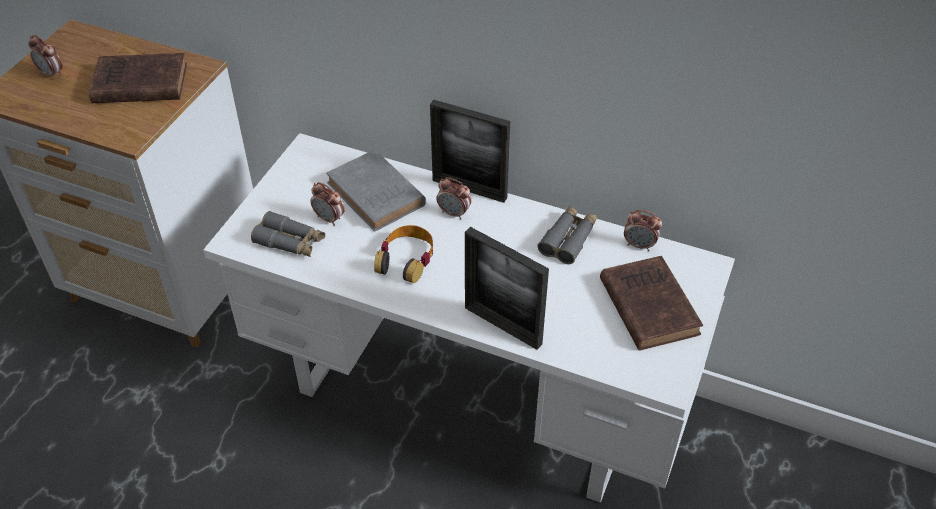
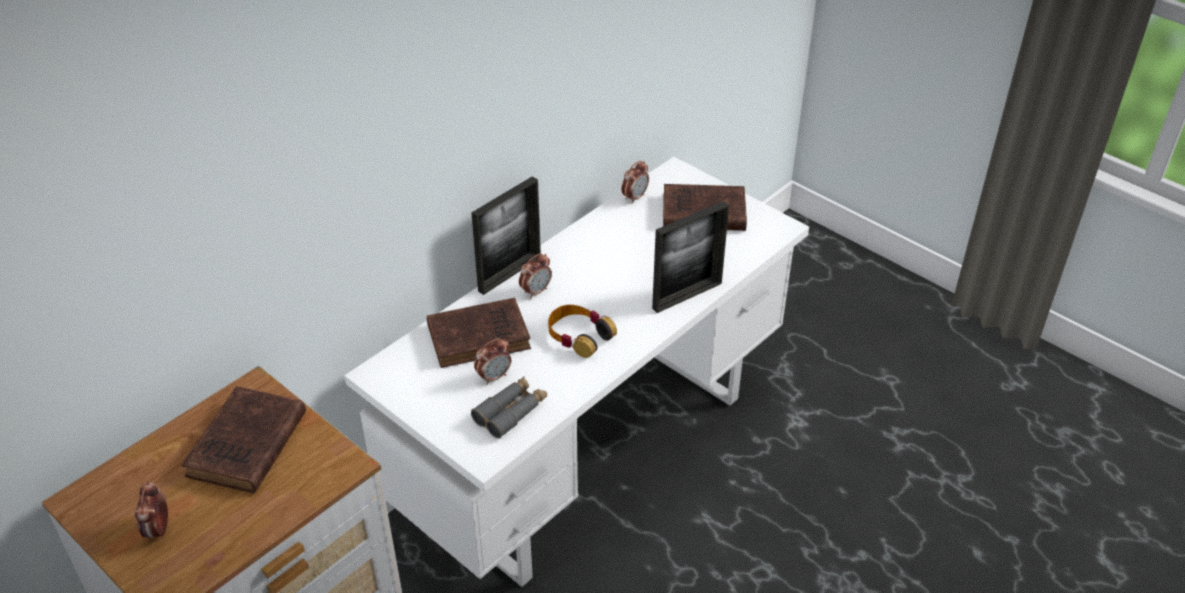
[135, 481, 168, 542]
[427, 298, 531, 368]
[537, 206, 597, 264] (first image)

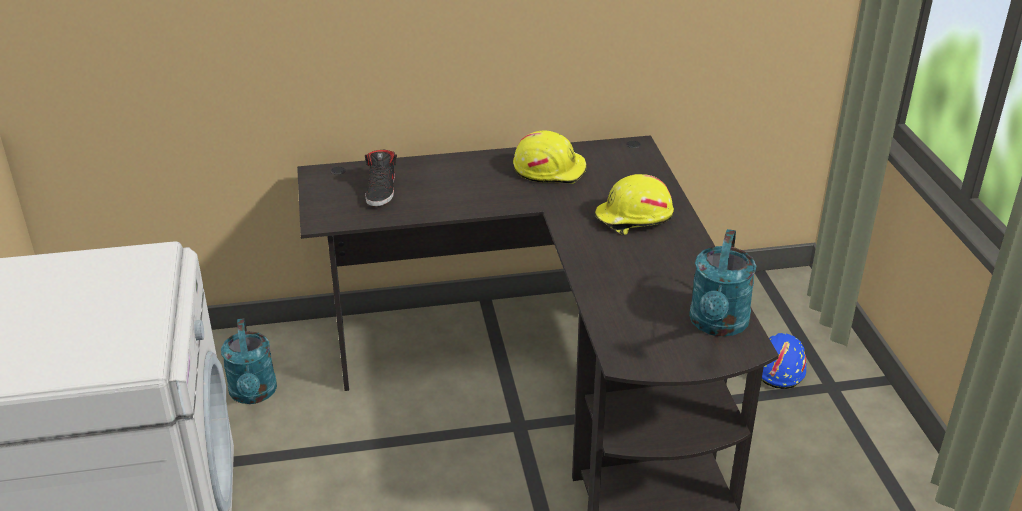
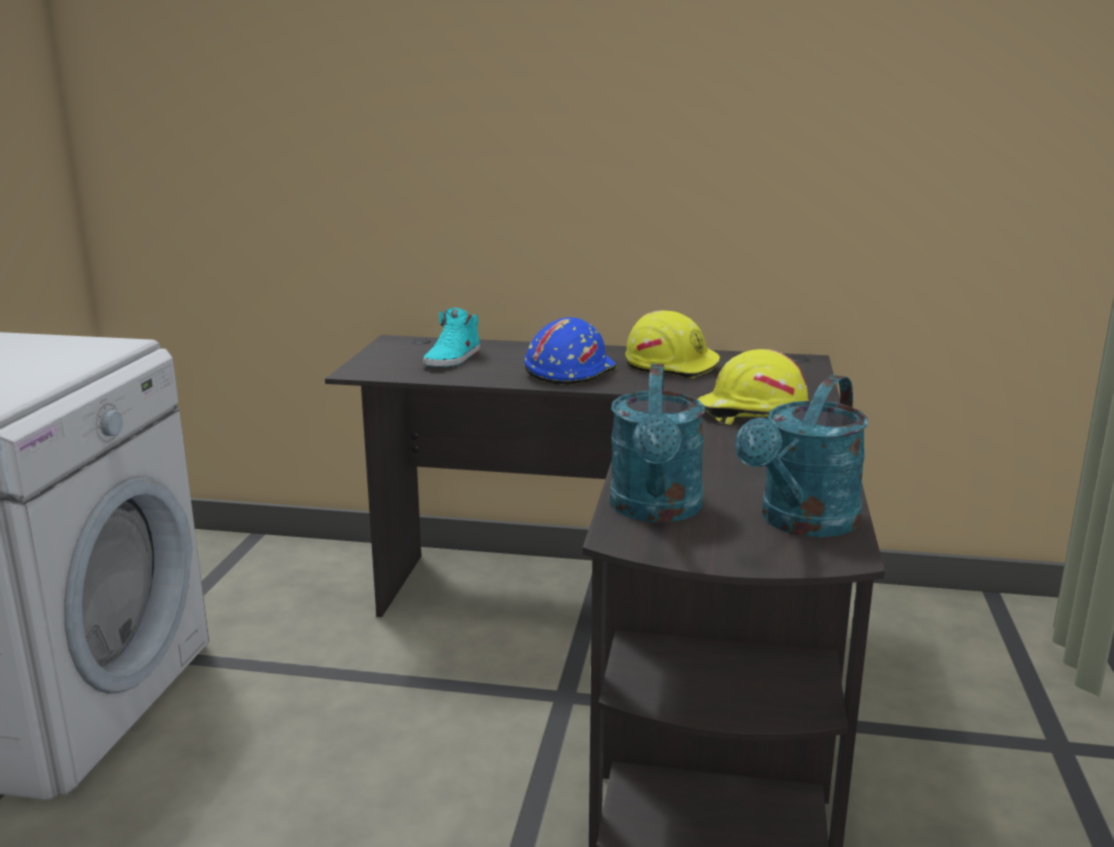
[423, 308, 480, 367]
[610, 364, 705, 523]
[524, 317, 617, 385]

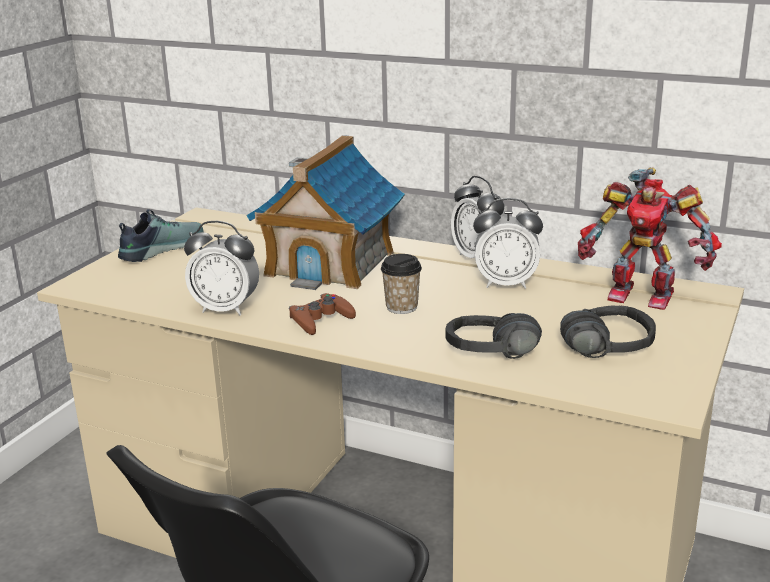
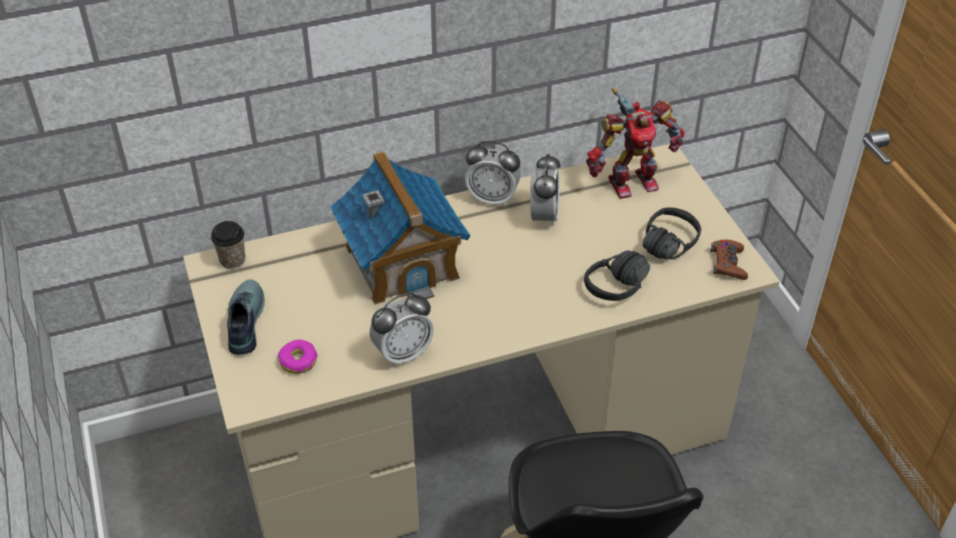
[530, 153, 560, 228]
[211, 221, 245, 269]
[711, 240, 748, 280]
[278, 340, 318, 374]

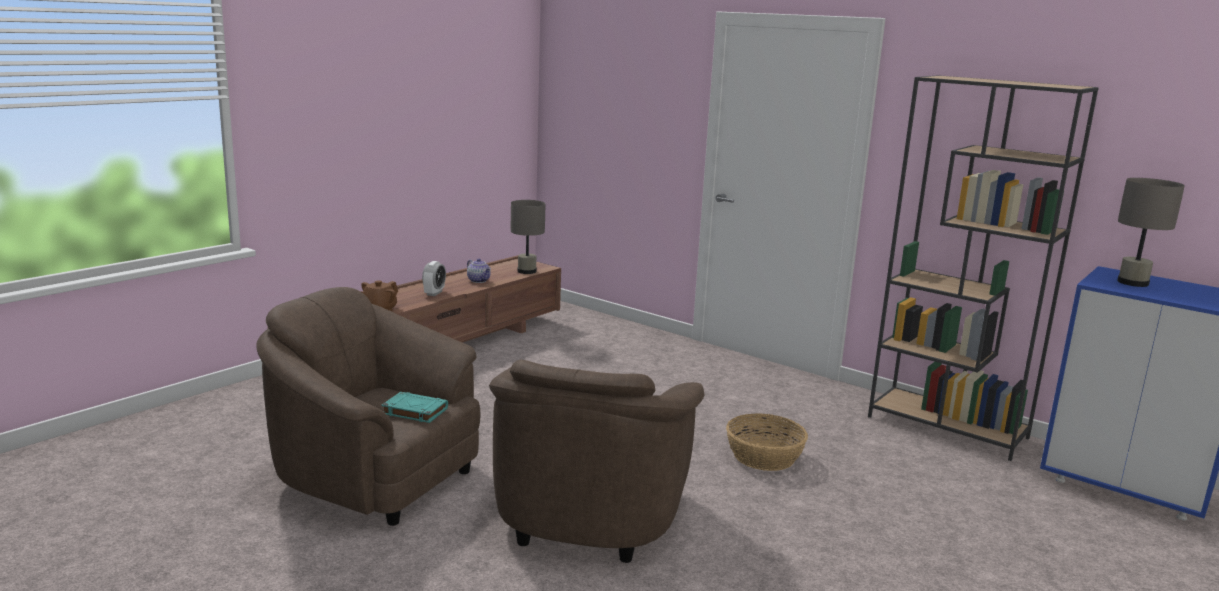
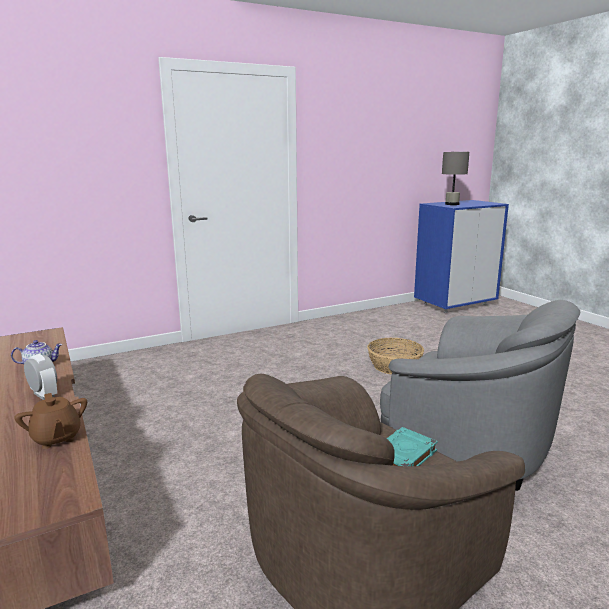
[868, 75, 1098, 461] (first image)
[511, 200, 545, 274] (first image)
[380, 300, 580, 491]

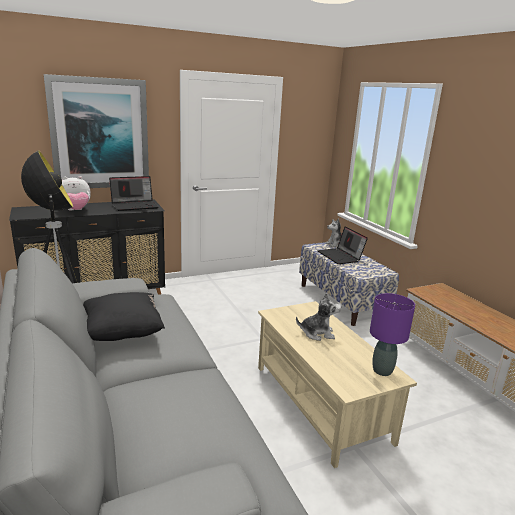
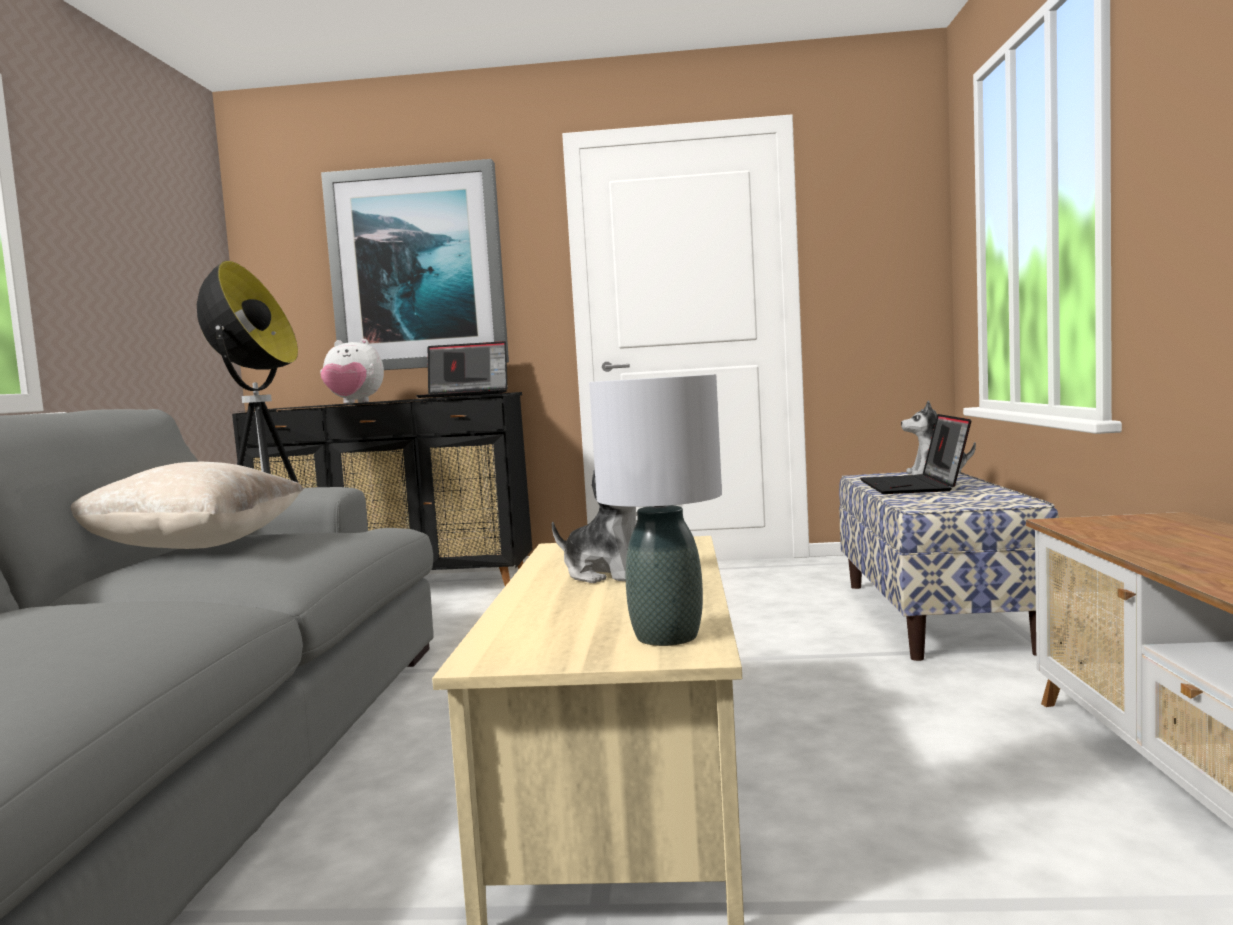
[71, 462, 304, 549]
[589, 374, 722, 646]

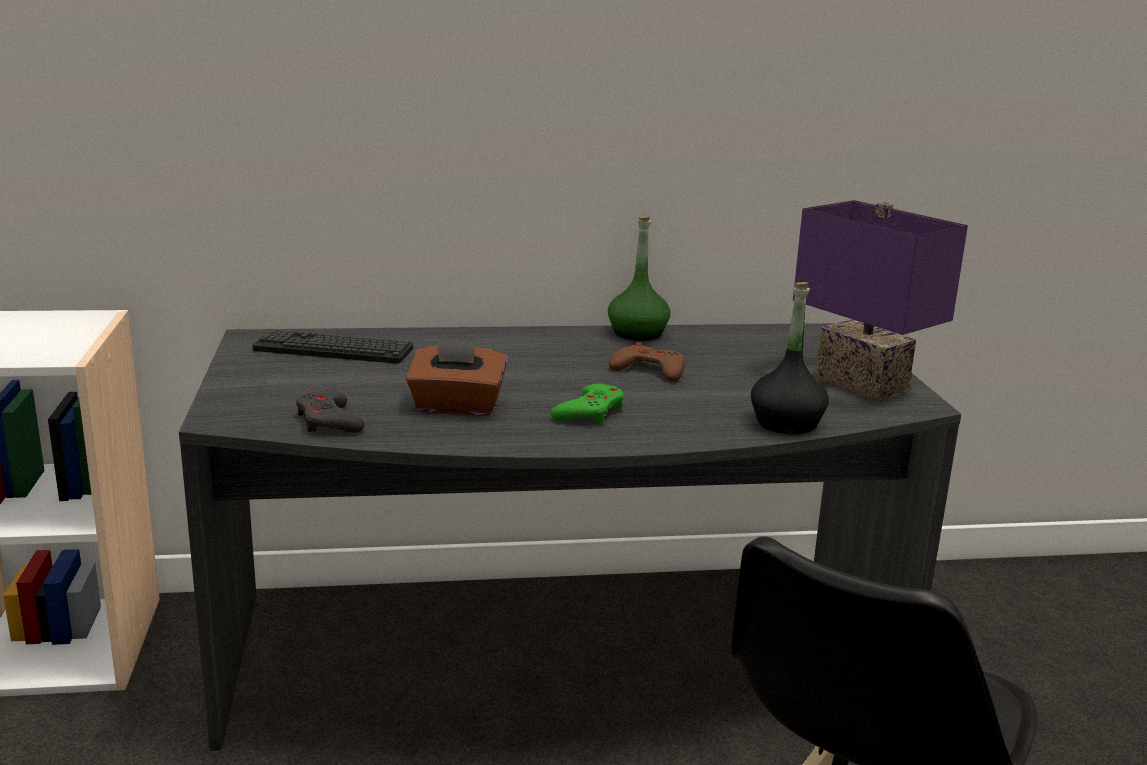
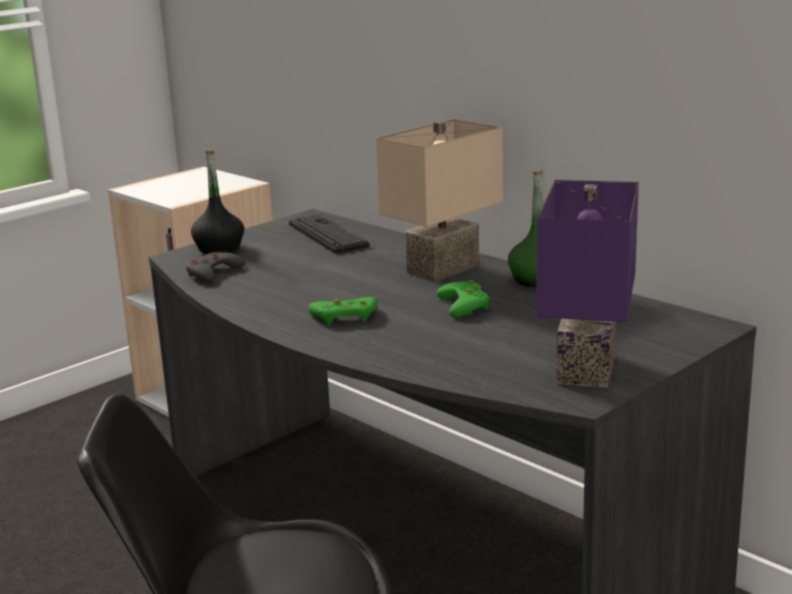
[191, 151, 244, 254]
[406, 340, 508, 416] (first image)
[437, 280, 489, 318]
[376, 119, 503, 282]

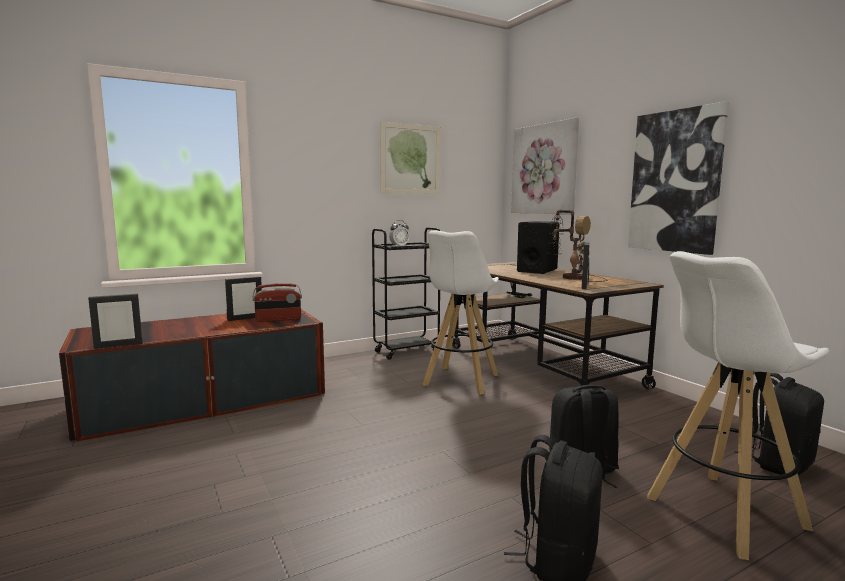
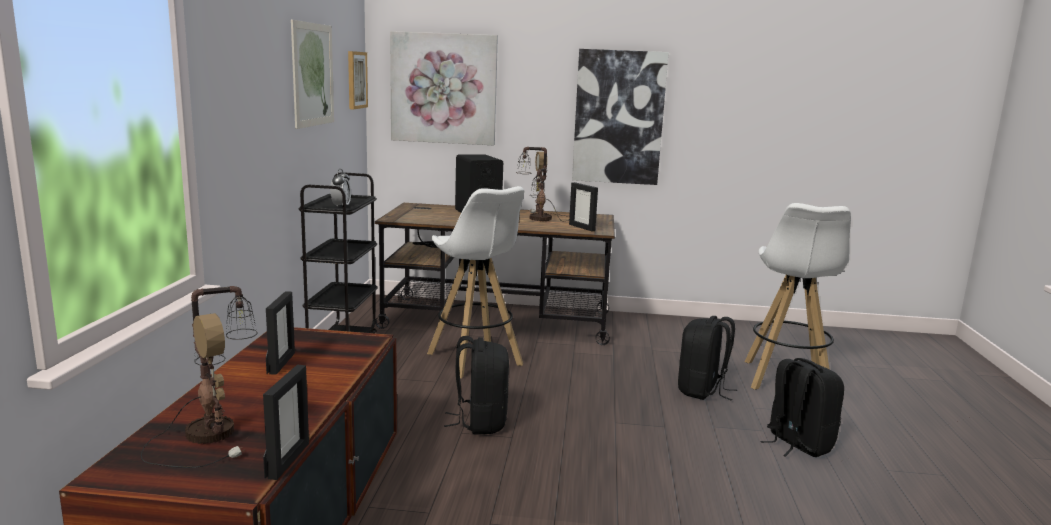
[253, 283, 302, 322] (first image)
[444, 336, 509, 434]
[348, 51, 368, 109]
[141, 286, 258, 468]

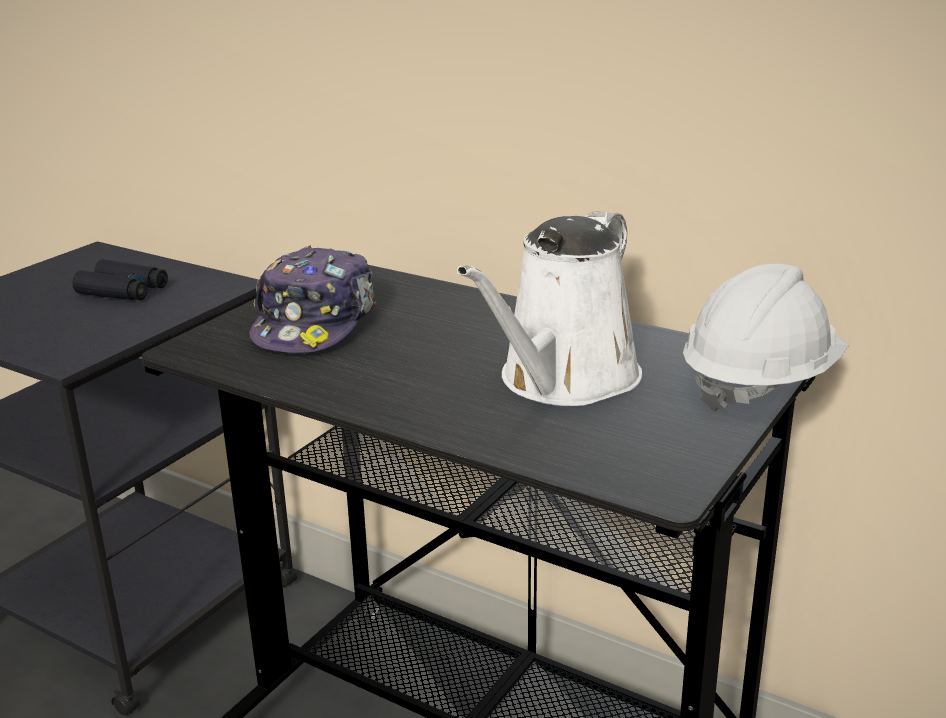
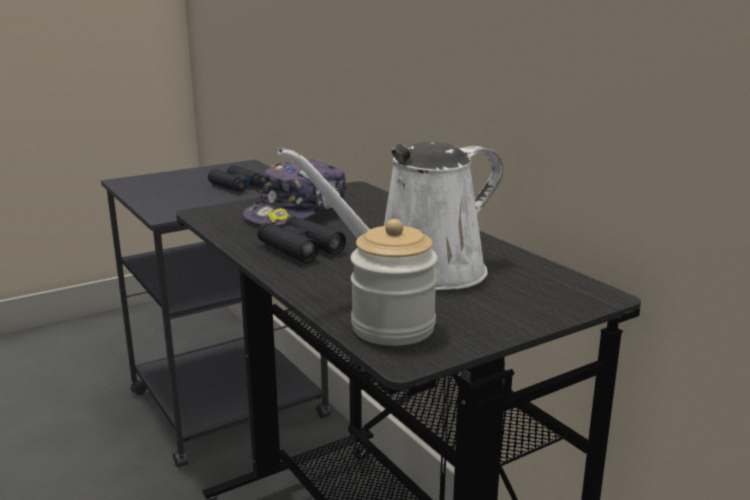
[683, 264, 848, 412] (first image)
[257, 216, 346, 263]
[350, 219, 438, 346]

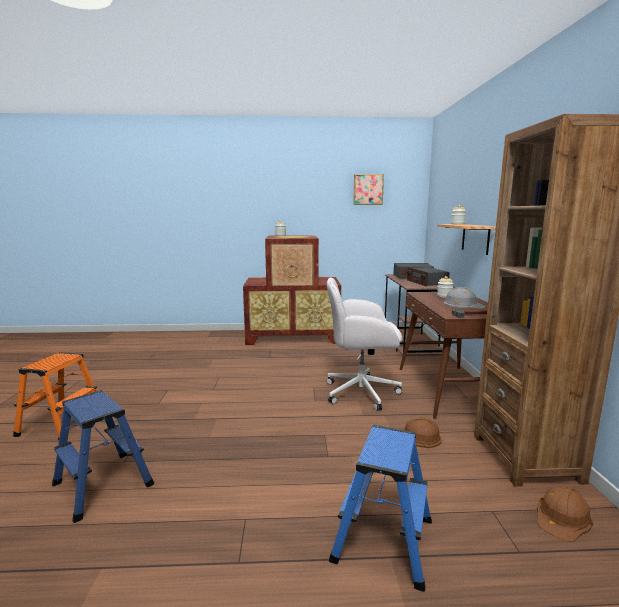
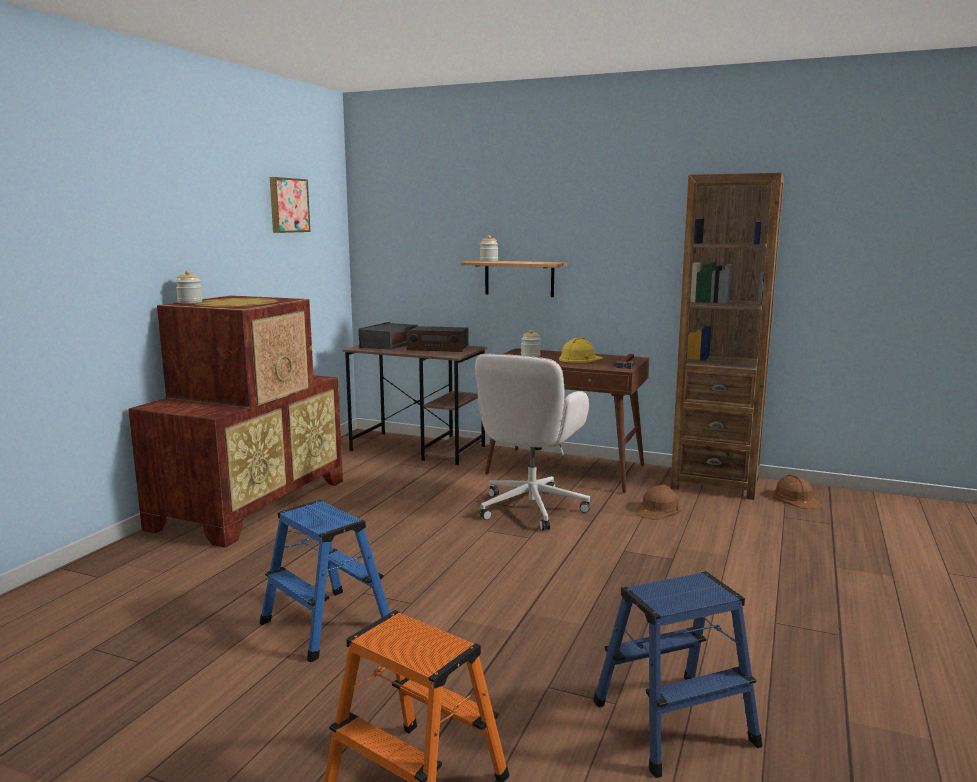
[559, 338, 603, 363]
[259, 500, 390, 662]

